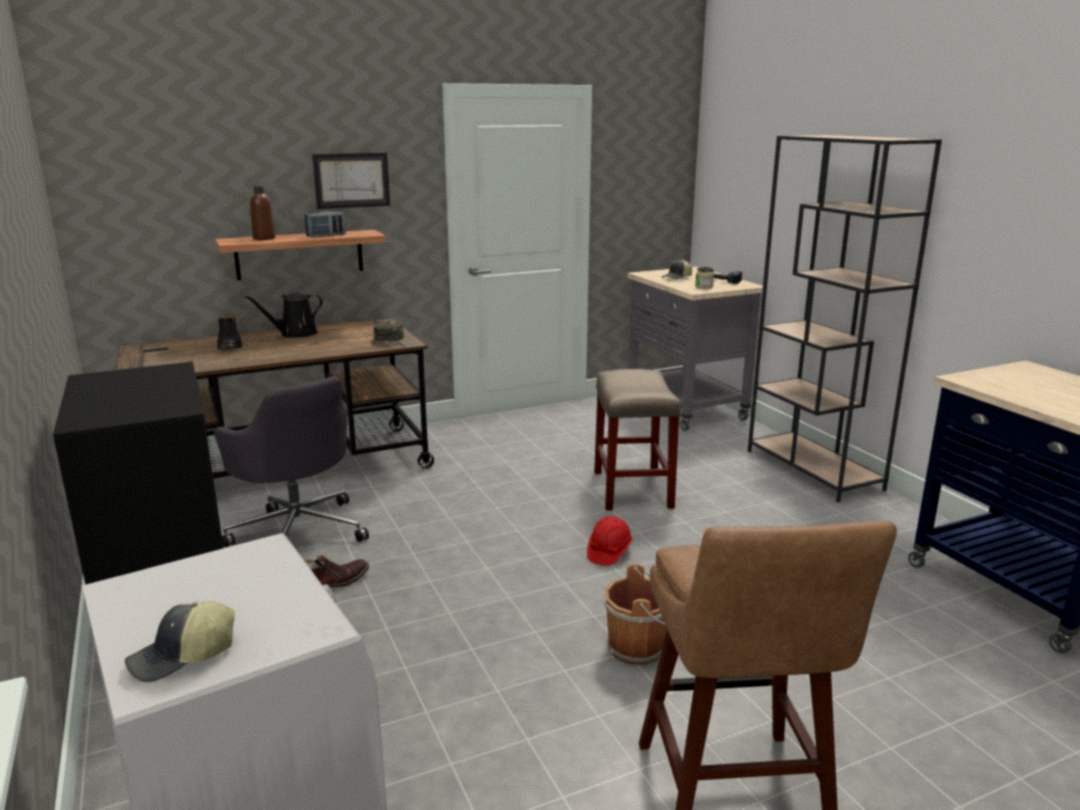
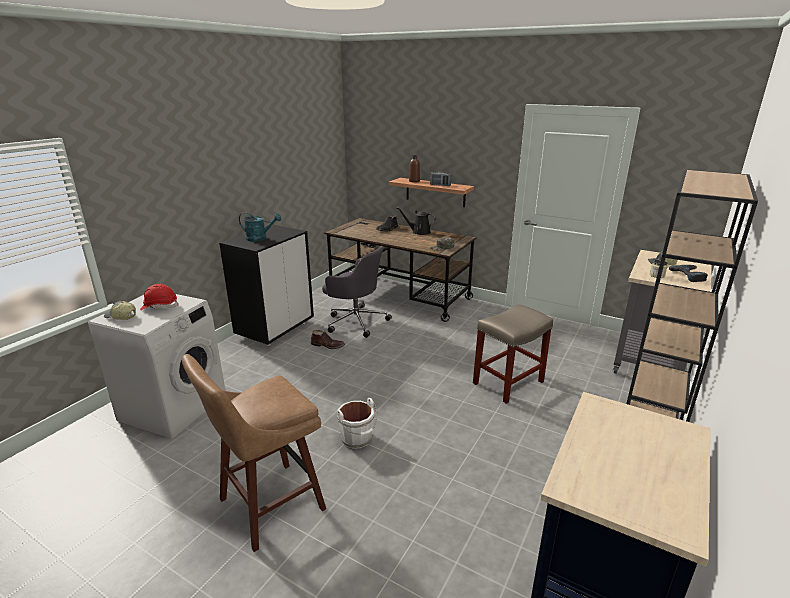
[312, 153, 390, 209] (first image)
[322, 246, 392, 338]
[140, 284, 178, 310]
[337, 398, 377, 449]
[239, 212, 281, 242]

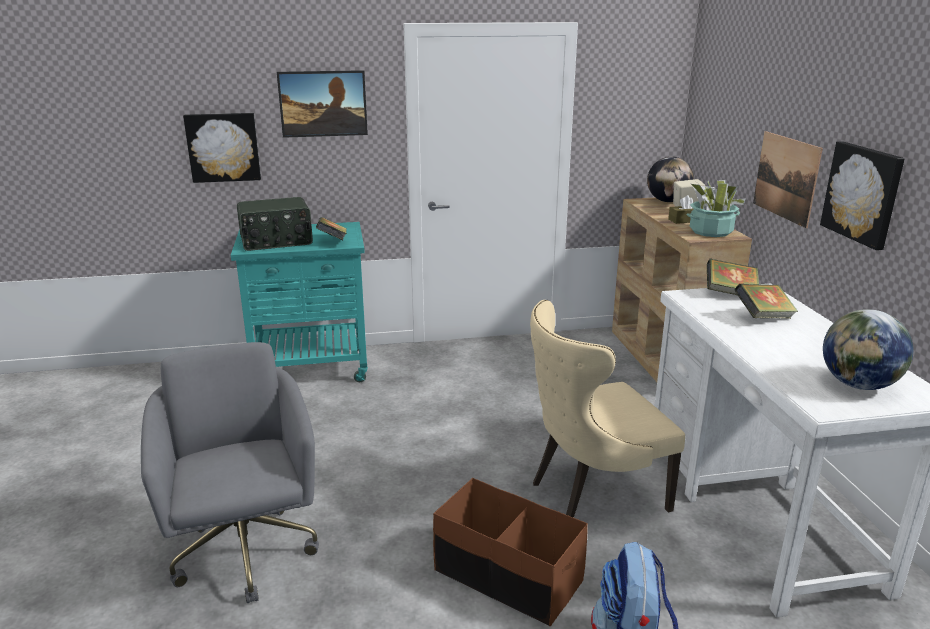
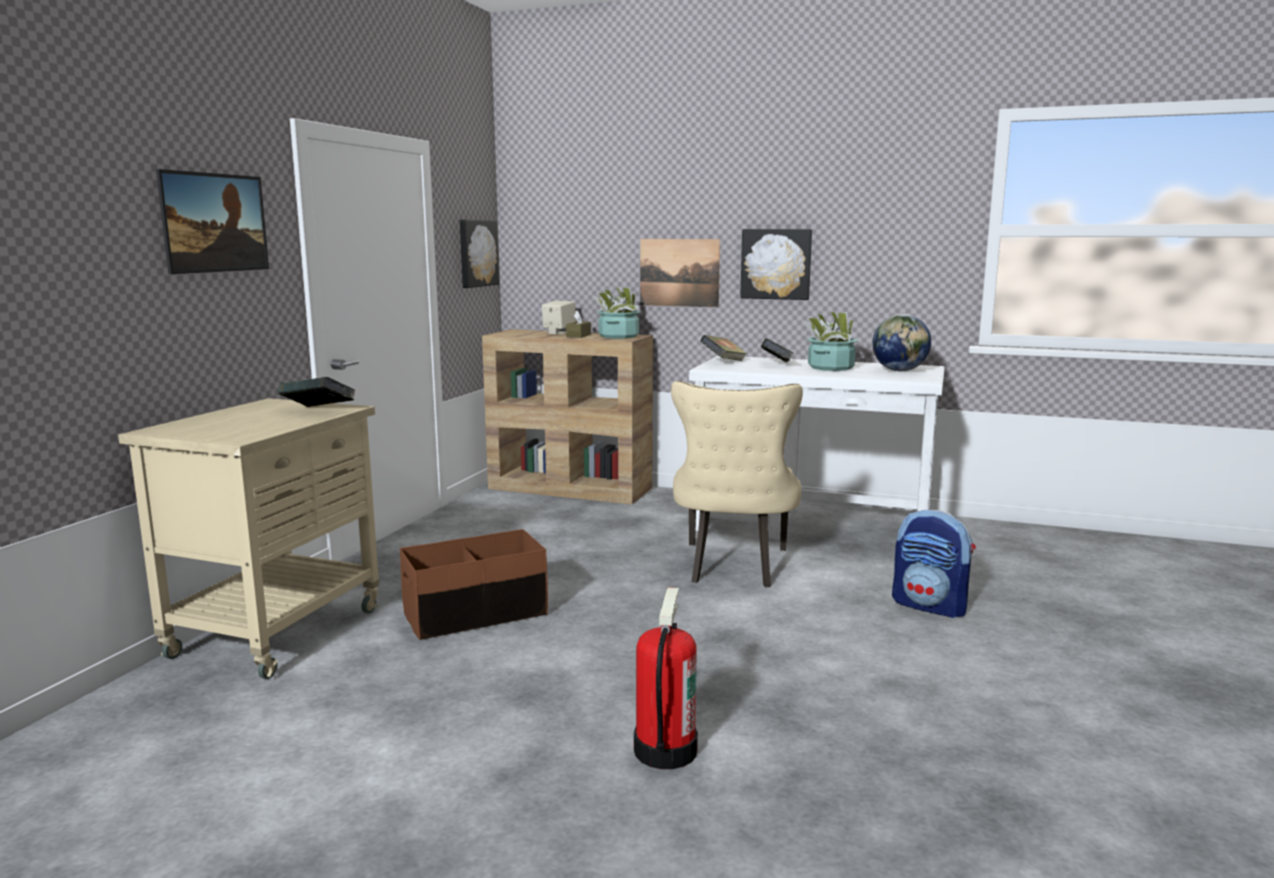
[460, 220, 499, 288]
[647, 157, 694, 202] (first image)
[237, 197, 313, 251] (first image)
[118, 398, 379, 679]
[634, 587, 698, 769]
[400, 529, 548, 640]
[803, 311, 858, 371]

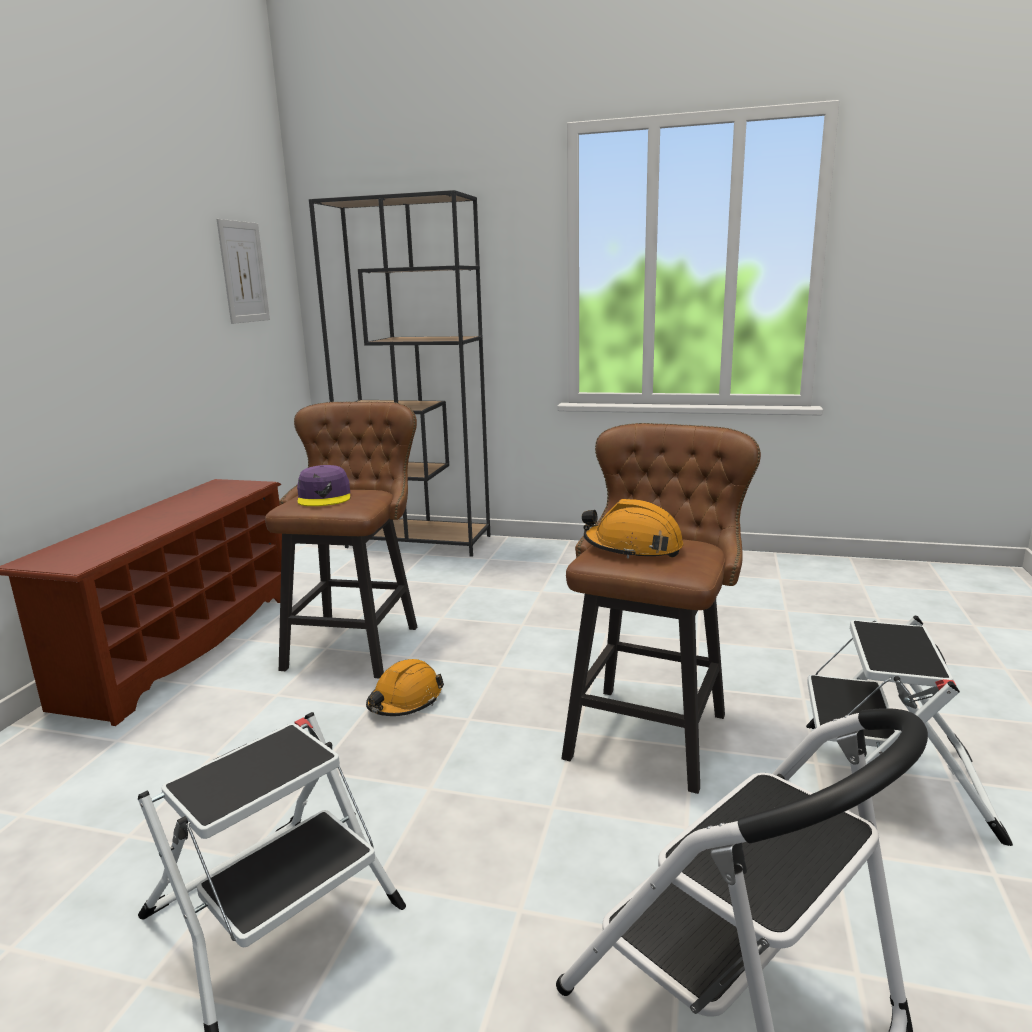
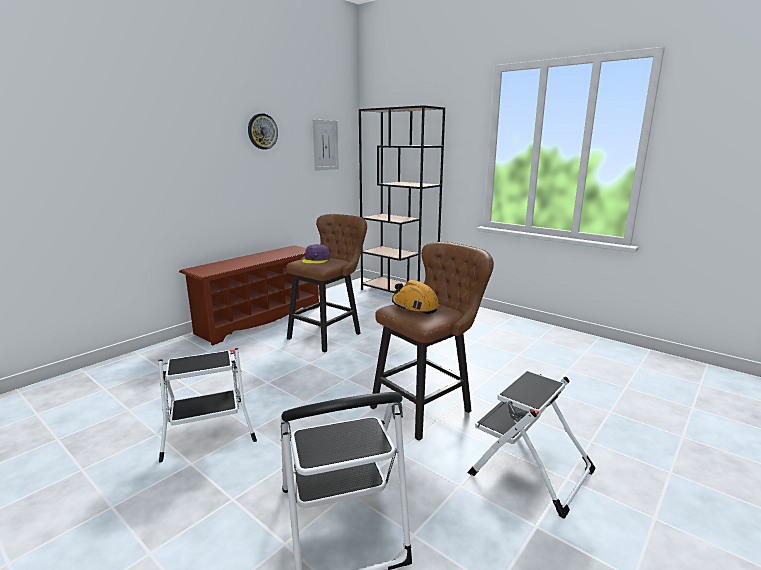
[366, 659, 444, 716] (first image)
[248, 113, 278, 149]

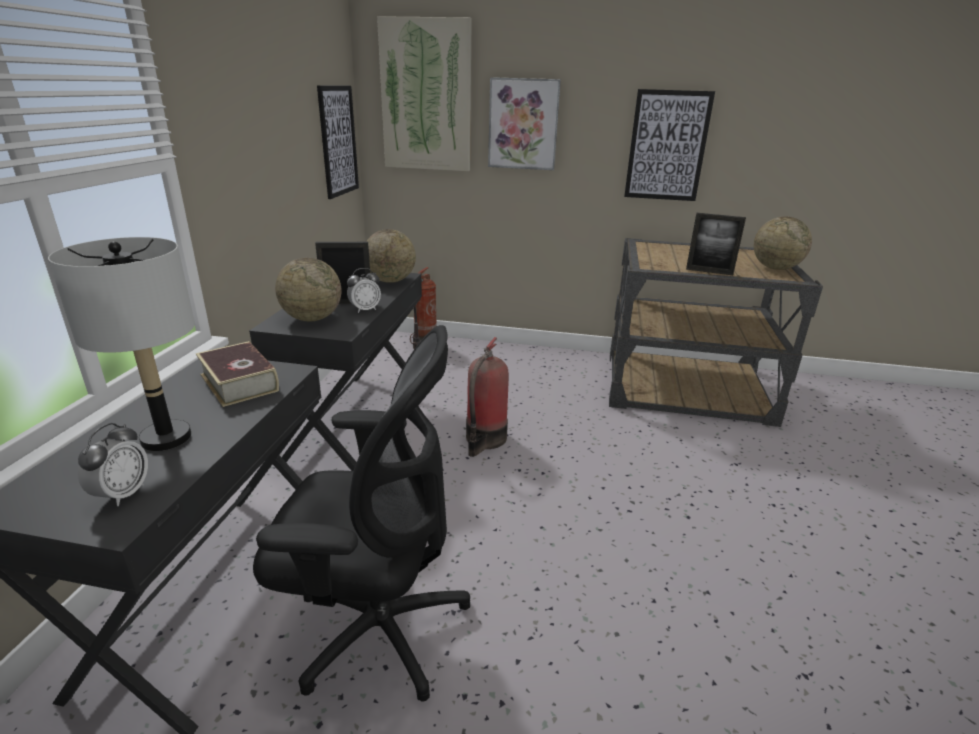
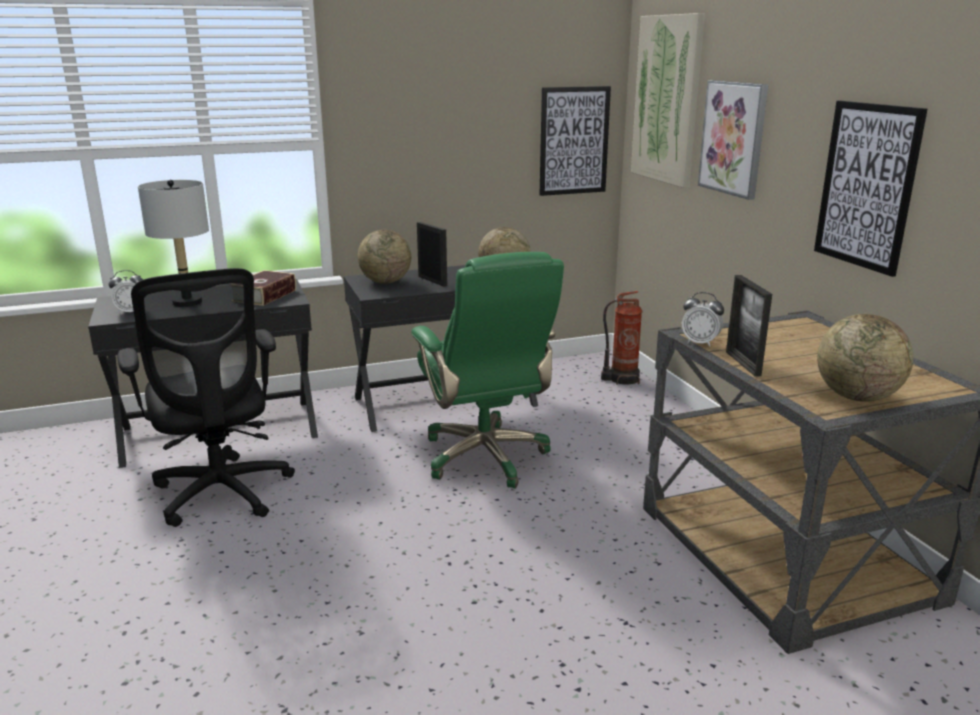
[682, 292, 724, 347]
[411, 252, 564, 489]

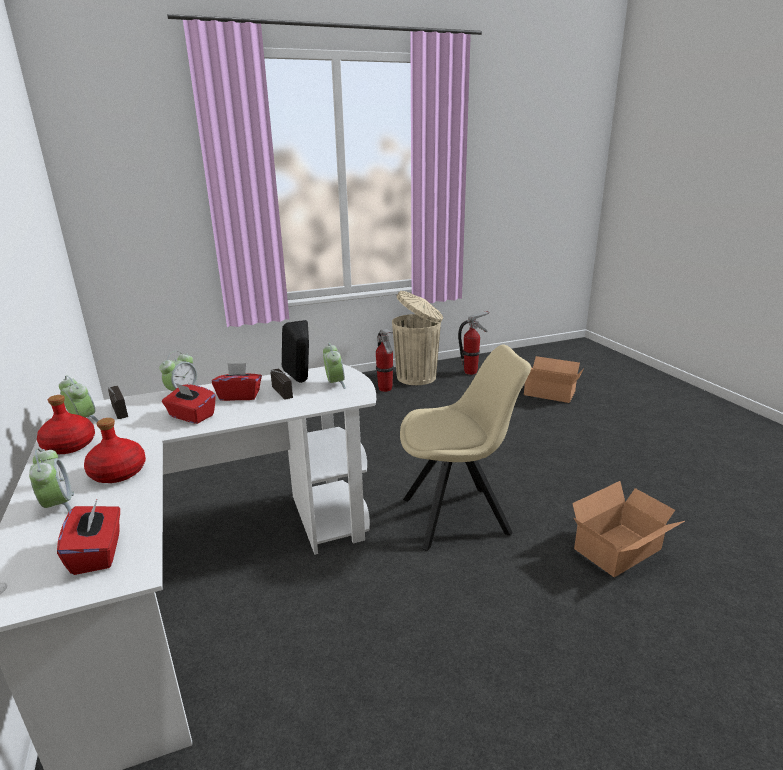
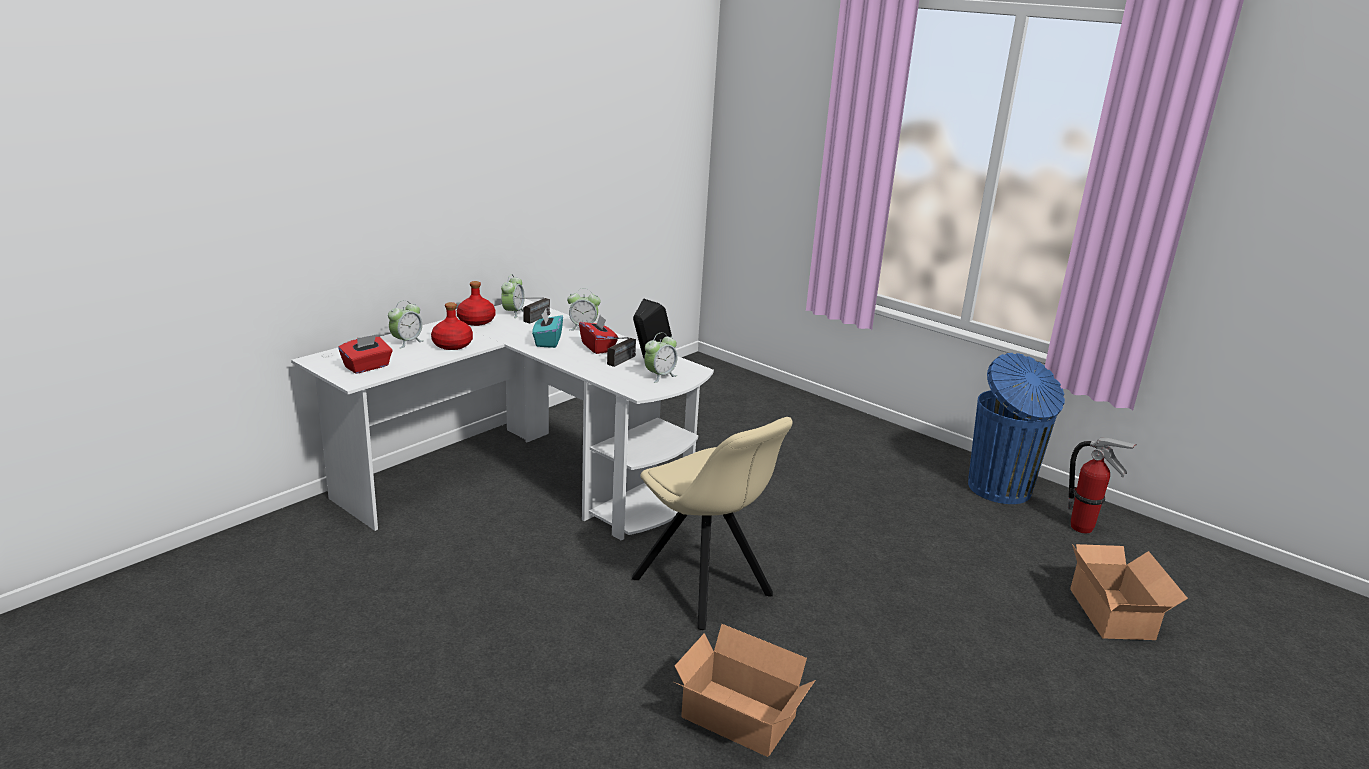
[968, 353, 1065, 504]
[376, 329, 394, 392] (first image)
[532, 309, 563, 348]

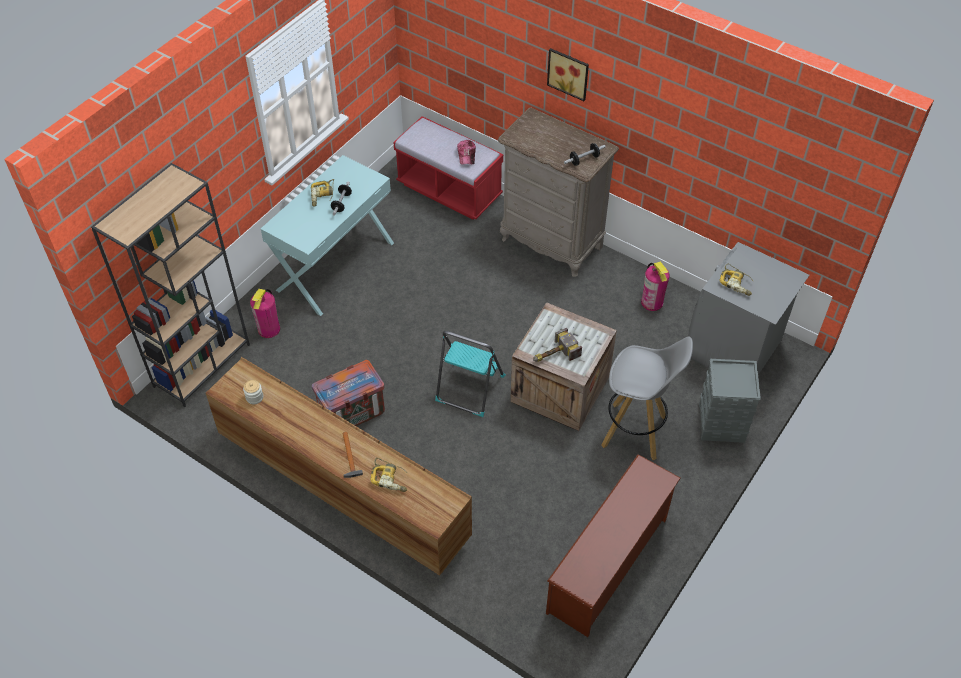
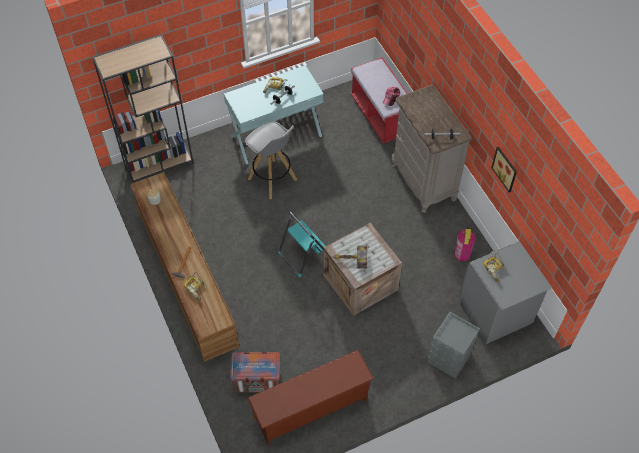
[491, 147, 517, 192]
[250, 289, 280, 338] (first image)
[245, 122, 297, 199]
[230, 352, 280, 392]

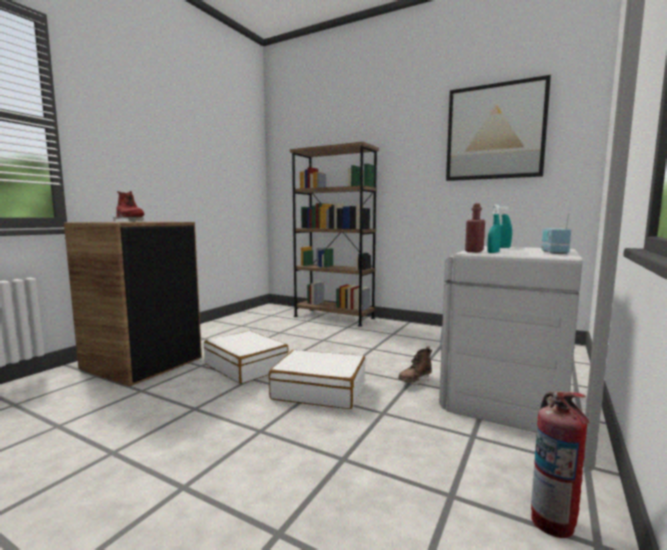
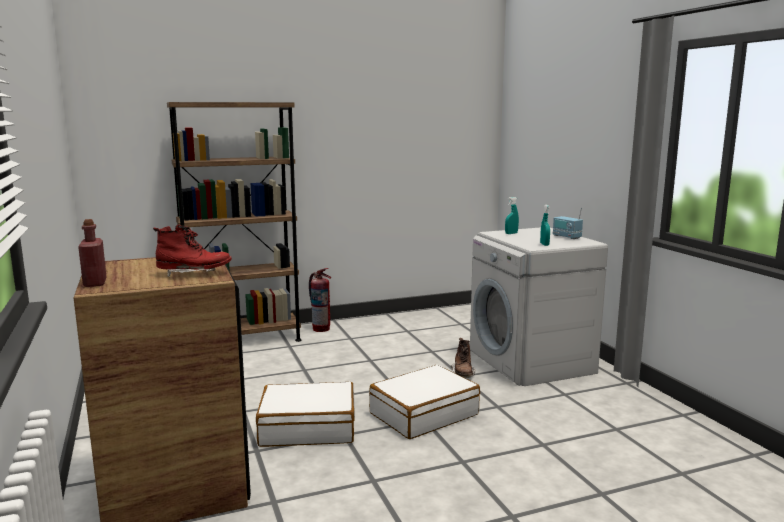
[446, 75, 551, 181] (first image)
[78, 219, 107, 287]
[309, 268, 332, 332]

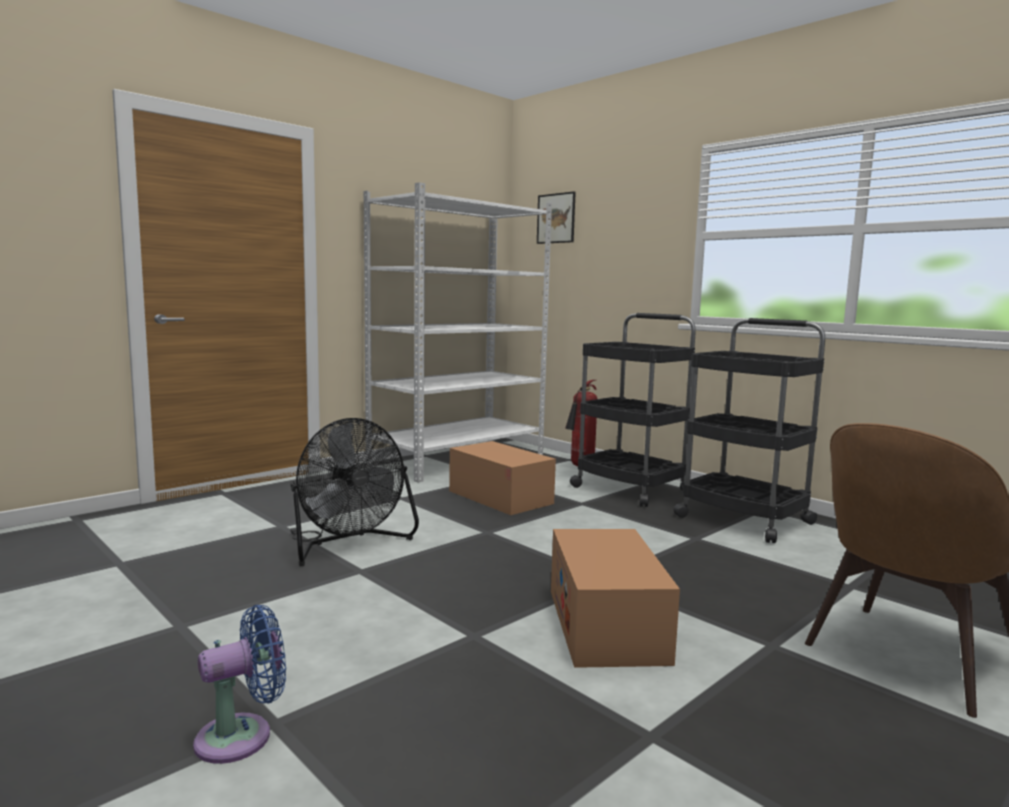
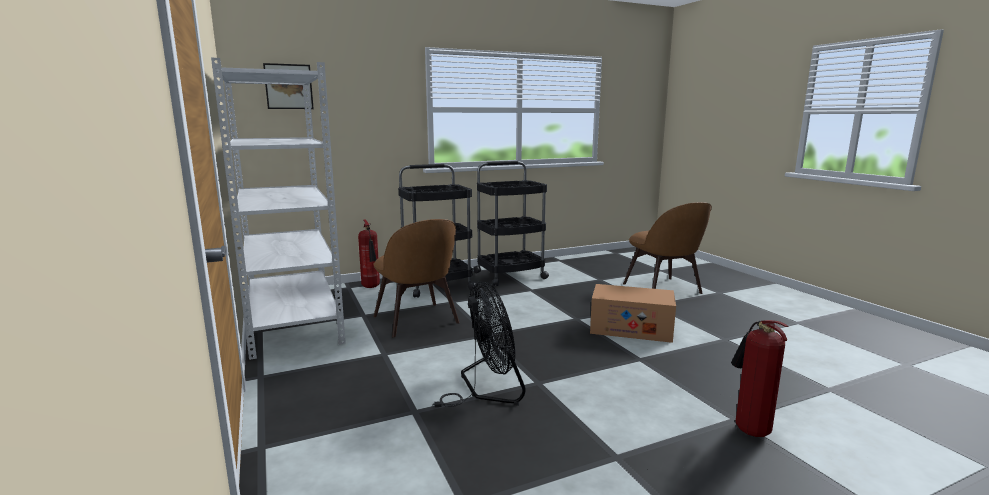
[373, 219, 460, 338]
[731, 320, 789, 437]

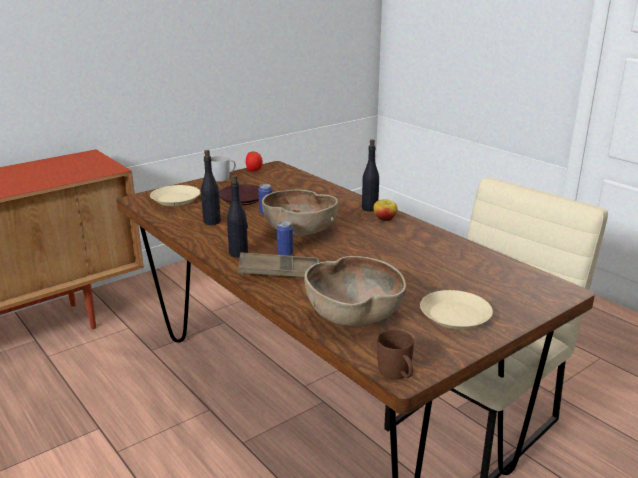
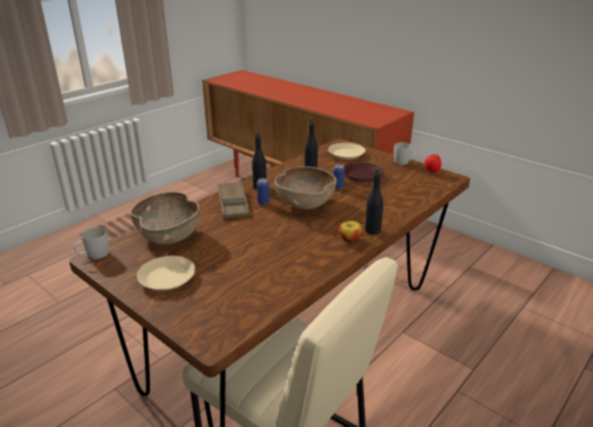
[74, 227, 109, 259]

